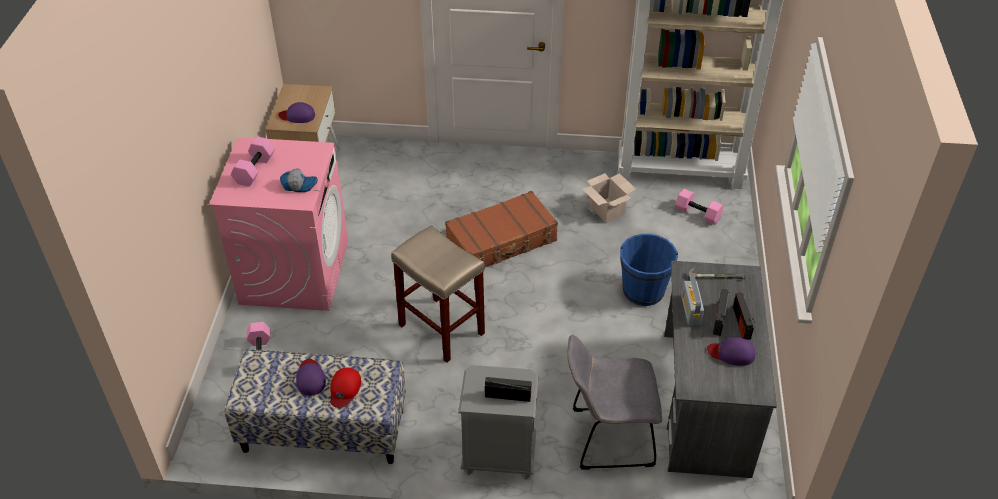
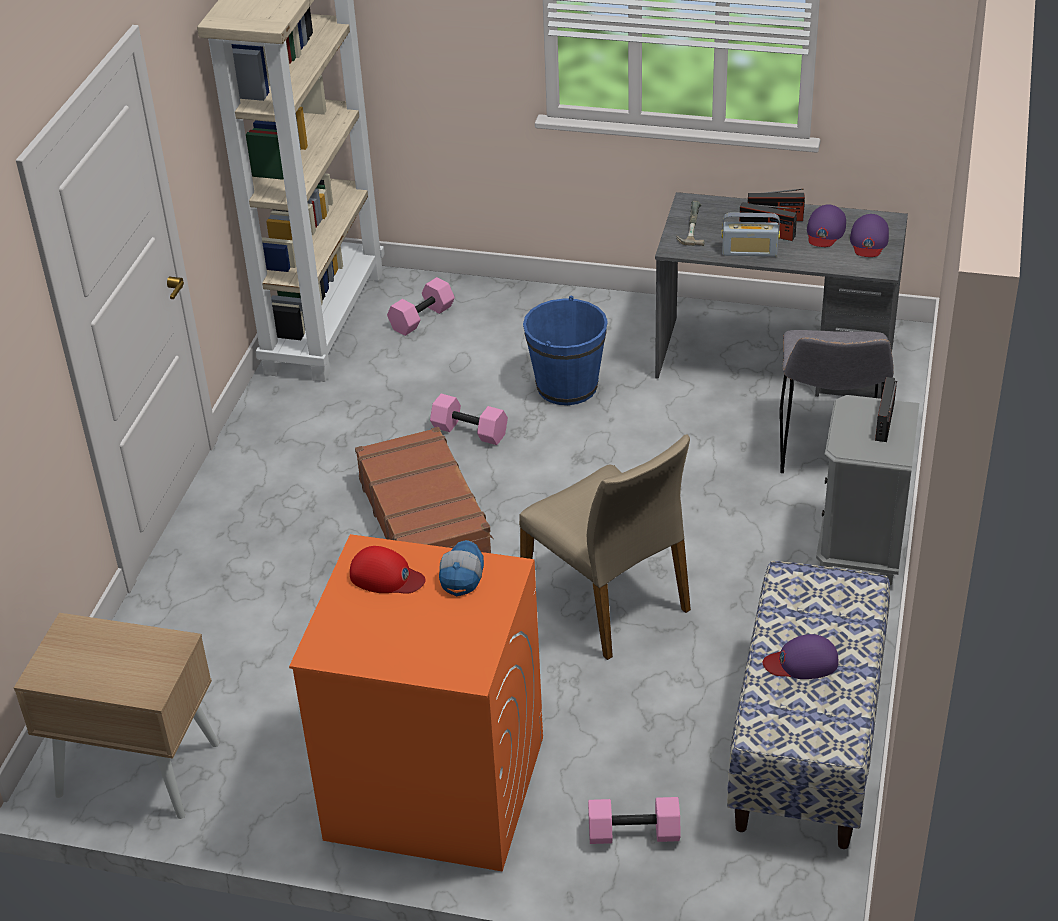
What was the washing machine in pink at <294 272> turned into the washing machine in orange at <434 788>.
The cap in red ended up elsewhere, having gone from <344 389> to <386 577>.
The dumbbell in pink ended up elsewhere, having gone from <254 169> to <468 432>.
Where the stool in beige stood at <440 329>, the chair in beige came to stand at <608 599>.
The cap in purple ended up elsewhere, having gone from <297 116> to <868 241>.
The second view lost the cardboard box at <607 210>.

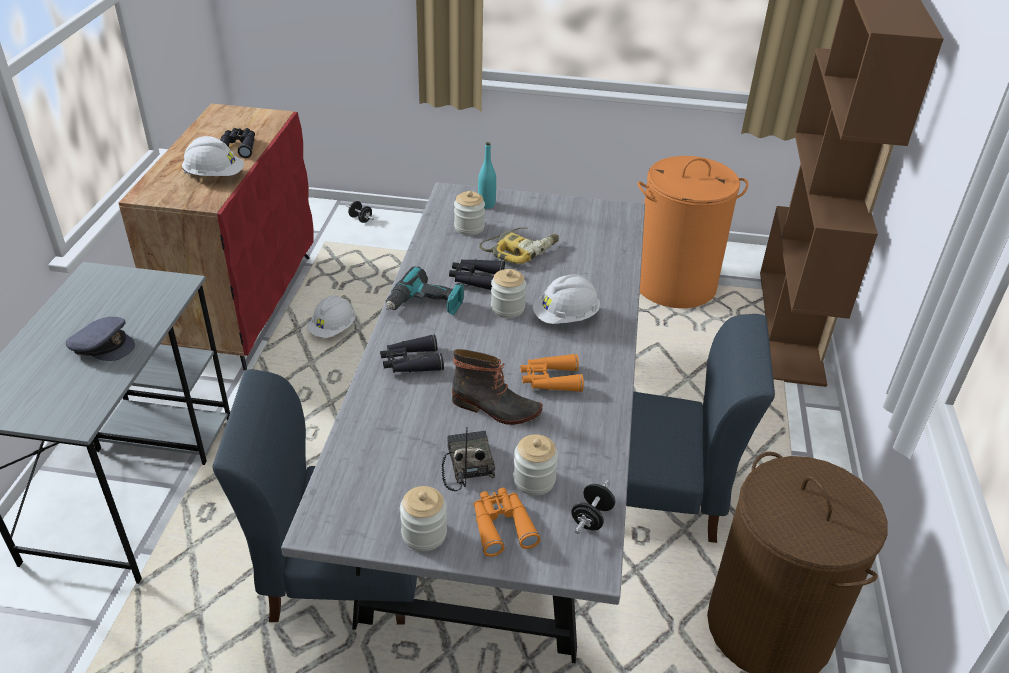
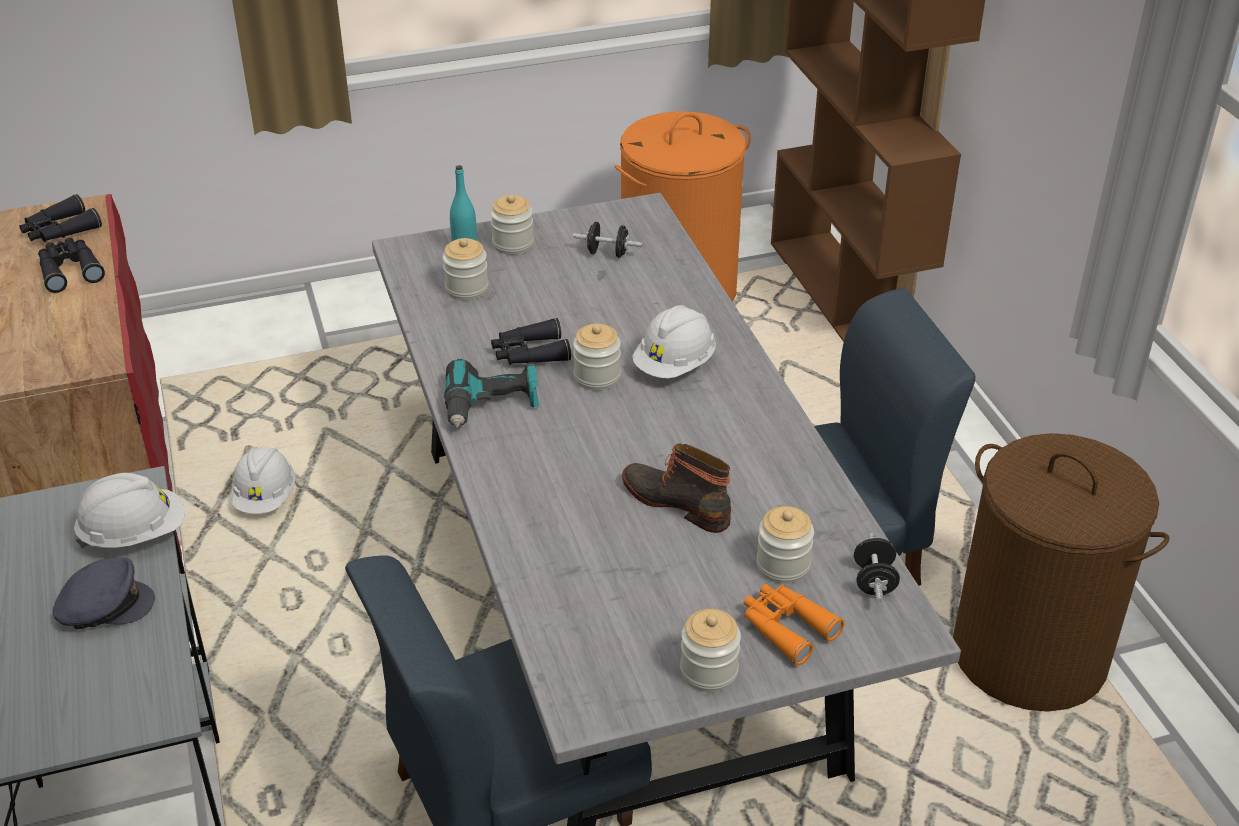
The binoculars in black ended up elsewhere, having gone from <411 363> to <59 231>.
The hard hat in white ended up elsewhere, having gone from <215 176> to <134 534>.
The second view gained the jar at <513 244>.
The dumbbell in black ended up elsewhere, having gone from <360 219> to <607 253>.
The boot at <495 409> ended up facing another way, 135 degrees counterclockwise from before.
The second view lost the radio at <466 465>.
The second view lost the power drill at <520 250>.
The second view lost the binoculars in orange at <550 380>.

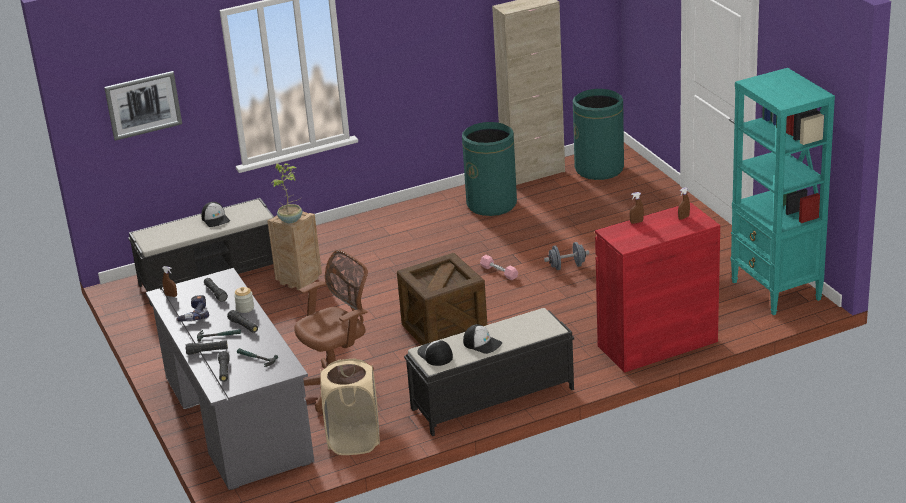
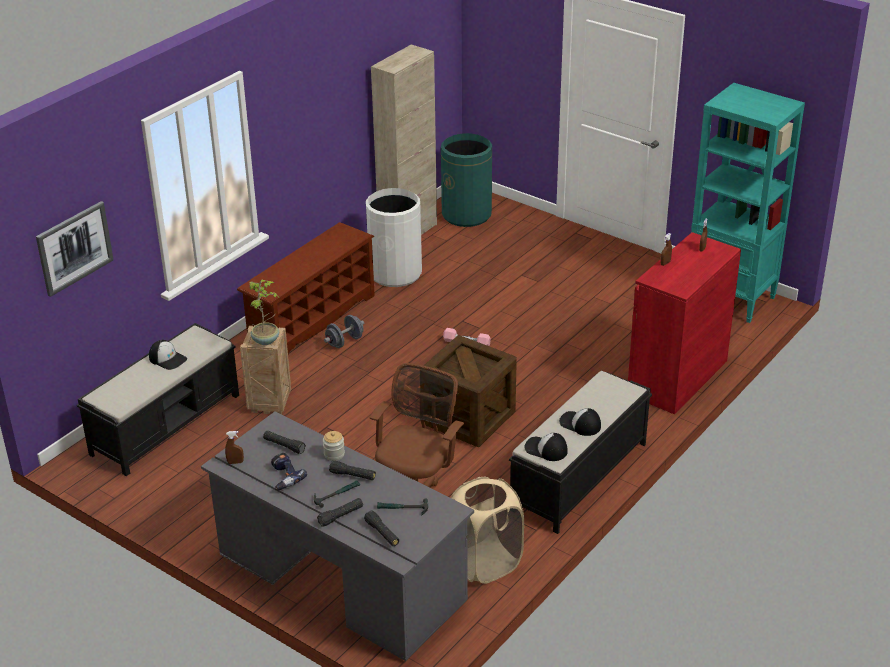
The second view gained the shoe rack in brown at <311 321>.
The dumbbell in grey ended up elsewhere, having gone from <567 266> to <345 342>.
What was the trash can in green at <492 204> turned into the trash can in white at <395 273>.
The cap at <482 343> ended up facing another way, 150 degrees counterclockwise from before.

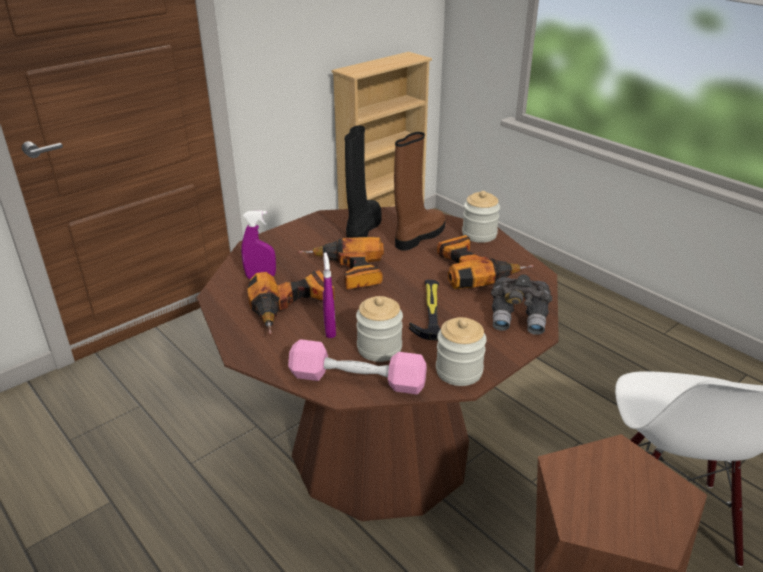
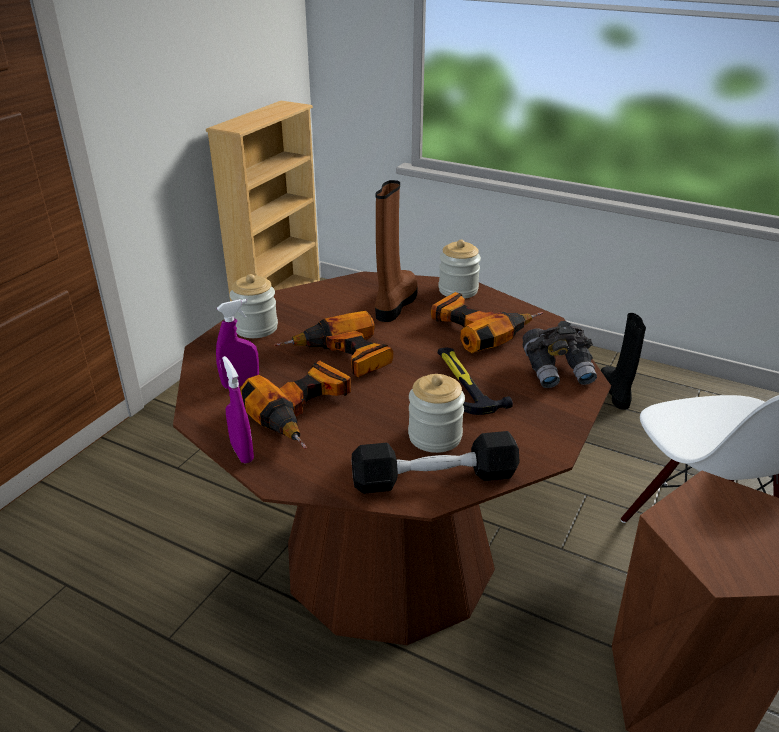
The spray bottle in purple ended up elsewhere, having gone from <330 330> to <242 452>.
The jar ended up elsewhere, having gone from <459 371> to <256 328>.
What was the dumbbell in pink at <357 380> turned into the dumbbell in black at <434 478>.
The boot in black ended up elsewhere, having gone from <363 228> to <615 393>.

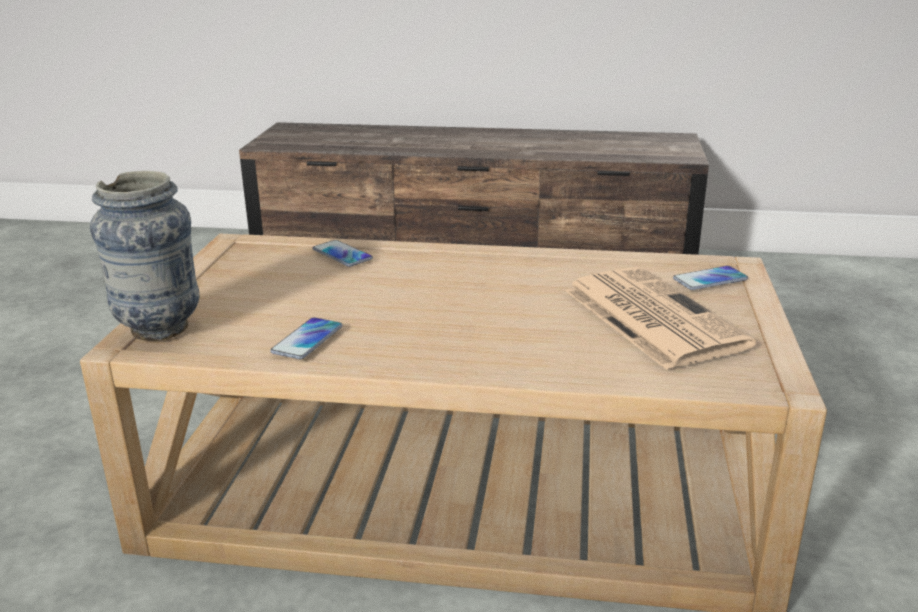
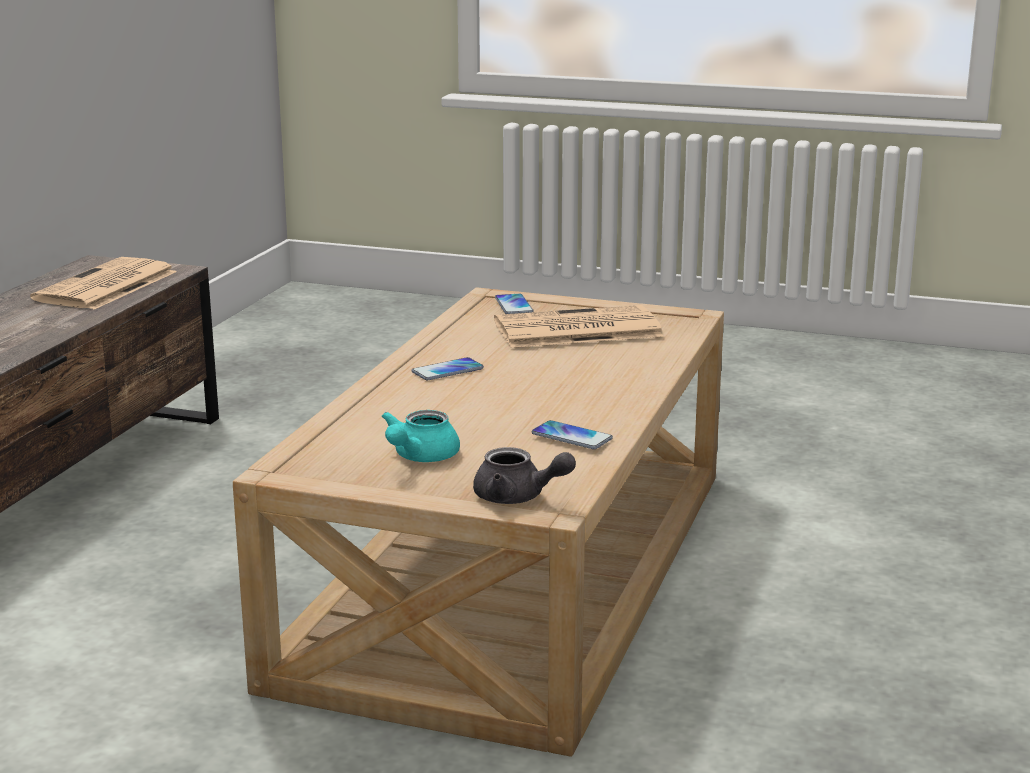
The second view gained the newspaper at <106 286>.
The second view gained the teapot in turquoise at <419 457>.
The phone ended up elsewhere, having gone from <342 254> to <447 370>.
Where the vase stood at <159 328>, the teapot in grey came to stand at <518 497>.

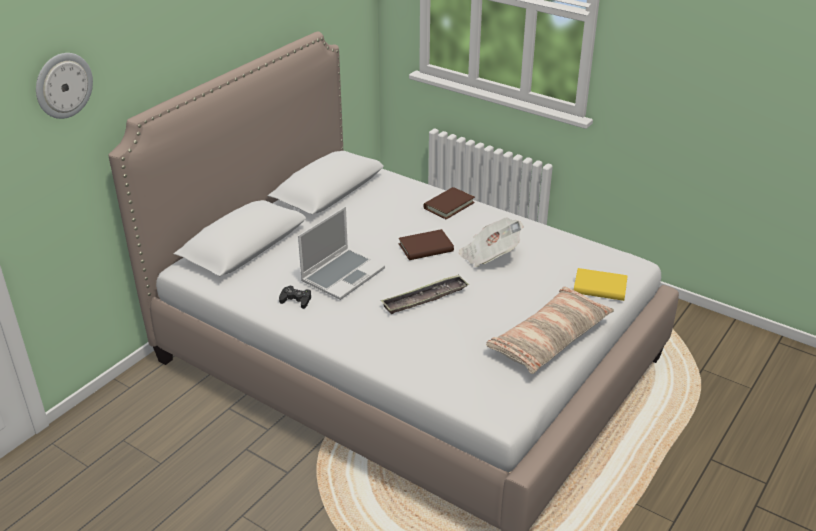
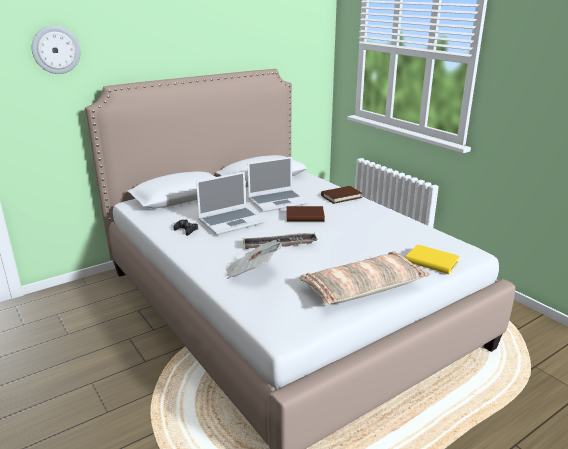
The newspaper ended up elsewhere, having gone from <489 255> to <251 272>.
The second view gained the laptop at <277 201>.

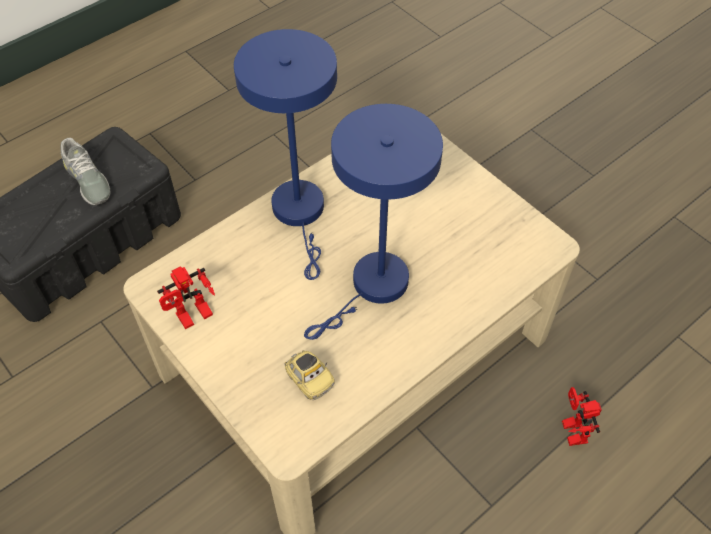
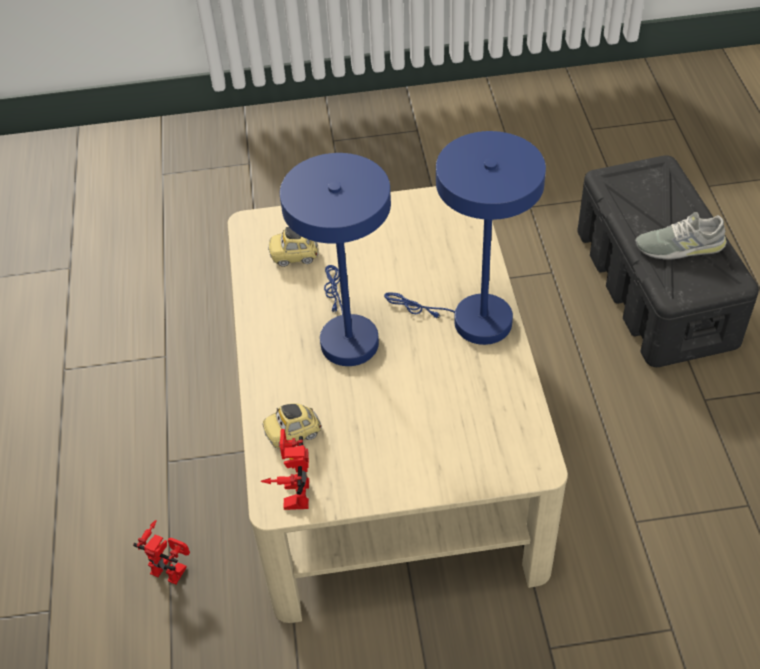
The toy robot ended up elsewhere, having gone from <194 319> to <291 491>.
The second view gained the toy car at <293 434>.

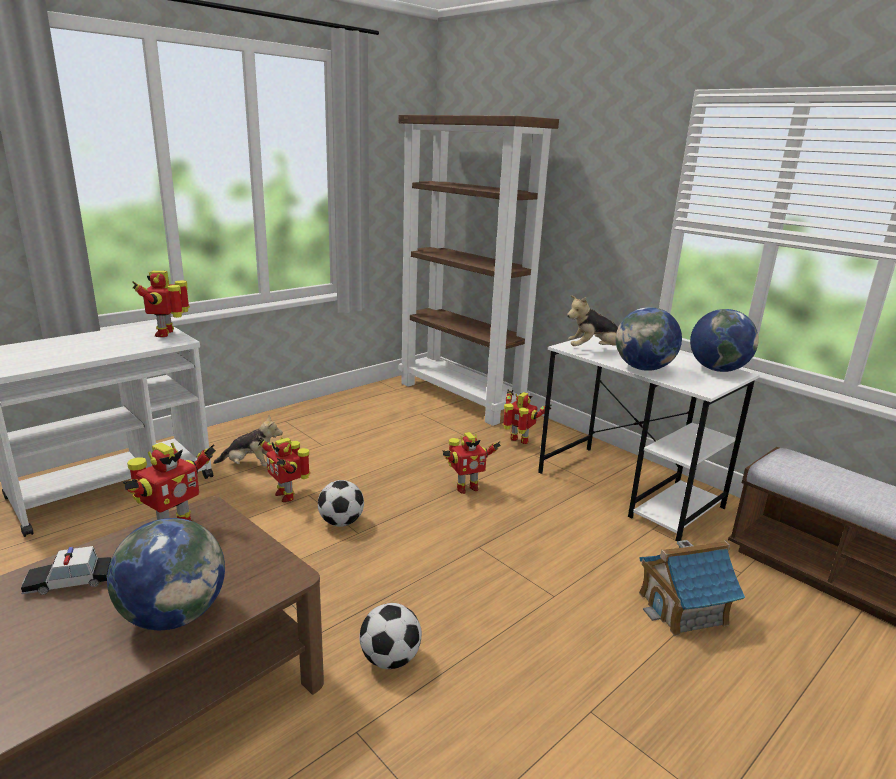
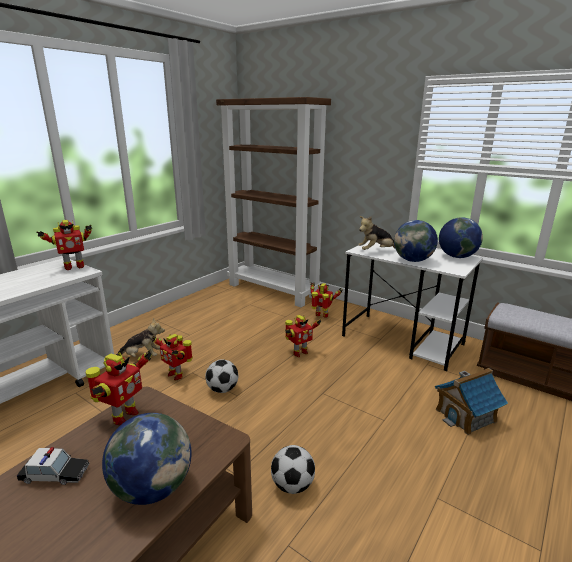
The toy car at <69 581> ended up facing another way, 150 degrees counterclockwise from before.
The toy robot at <167 333> ended up facing another way, 105 degrees counterclockwise from before.

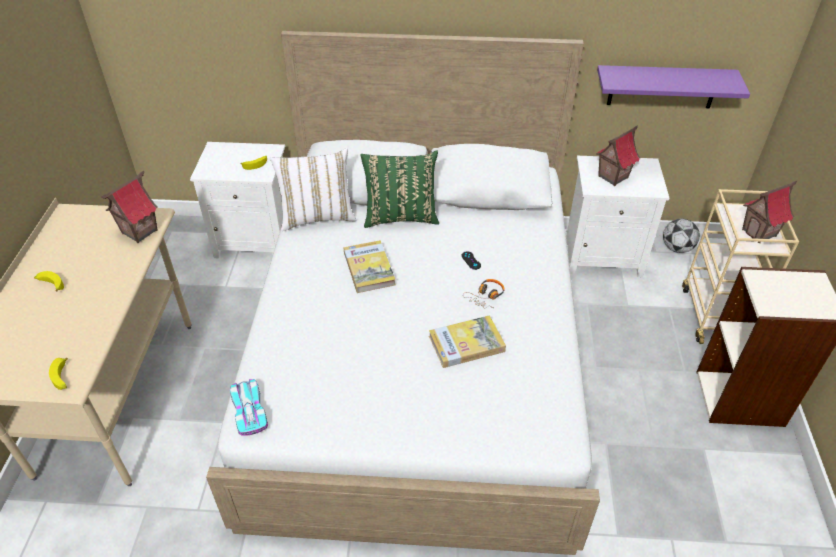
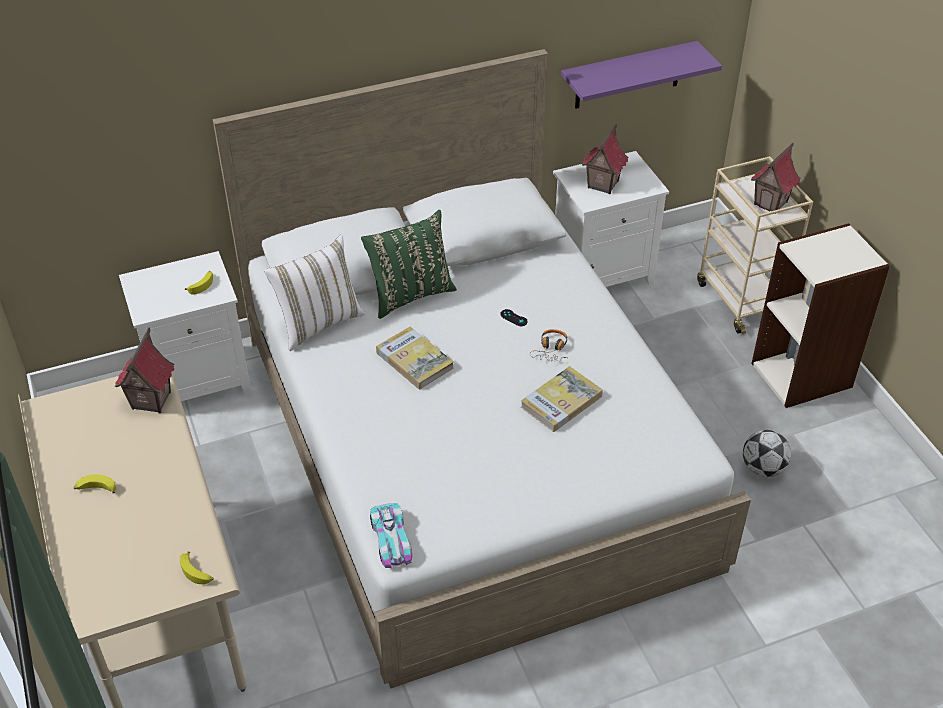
The toy car at <249 409> ended up facing another way, 150 degrees counterclockwise from before.
The football ended up elsewhere, having gone from <677 248> to <763 468>.

